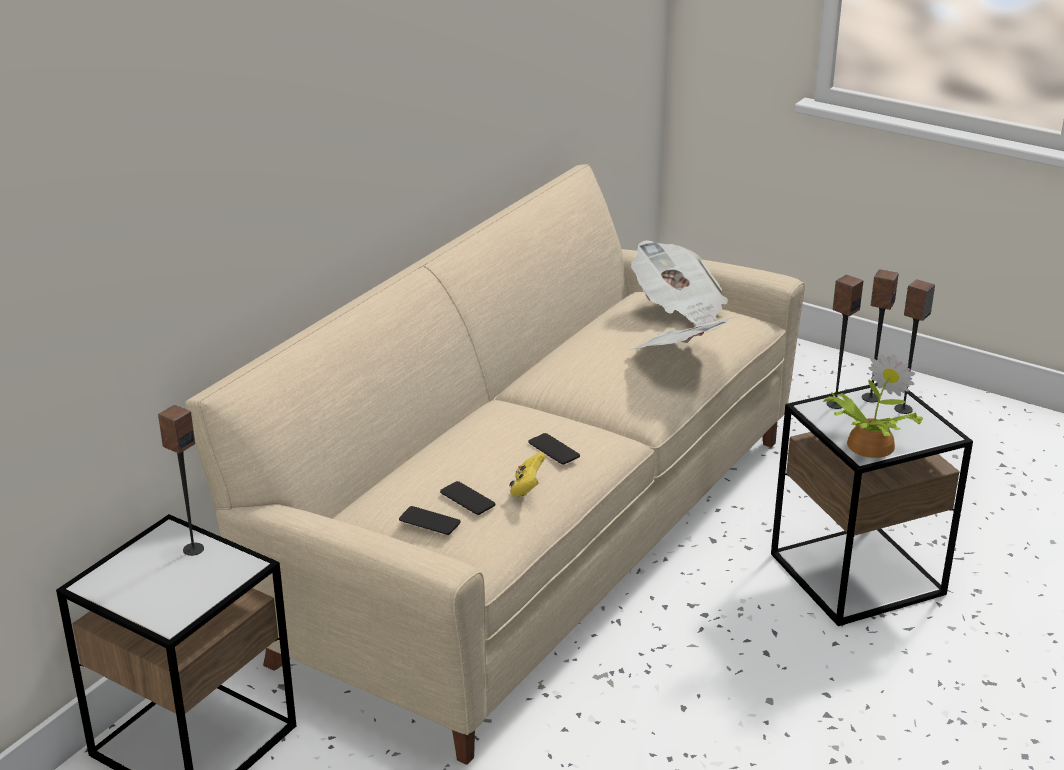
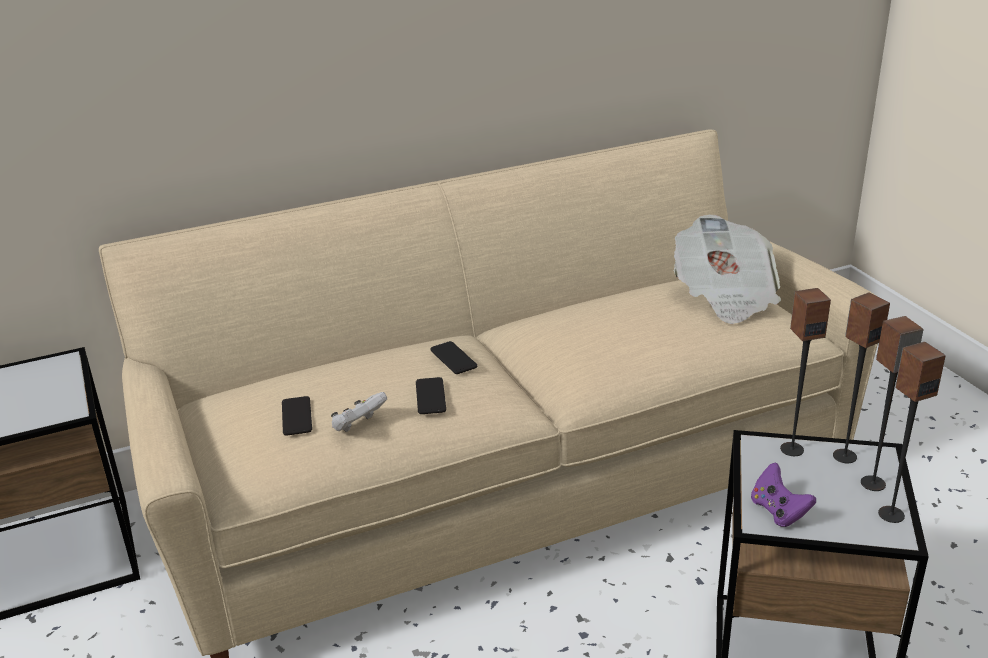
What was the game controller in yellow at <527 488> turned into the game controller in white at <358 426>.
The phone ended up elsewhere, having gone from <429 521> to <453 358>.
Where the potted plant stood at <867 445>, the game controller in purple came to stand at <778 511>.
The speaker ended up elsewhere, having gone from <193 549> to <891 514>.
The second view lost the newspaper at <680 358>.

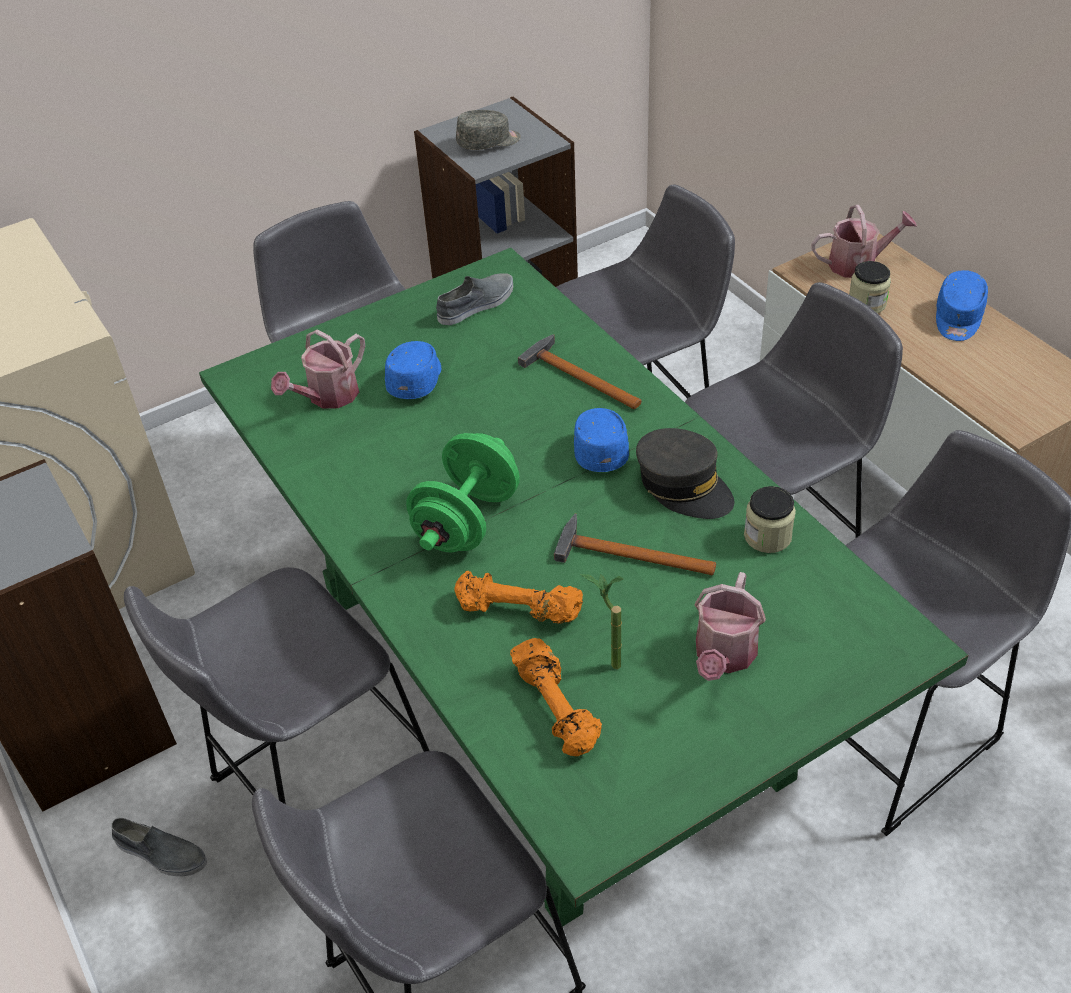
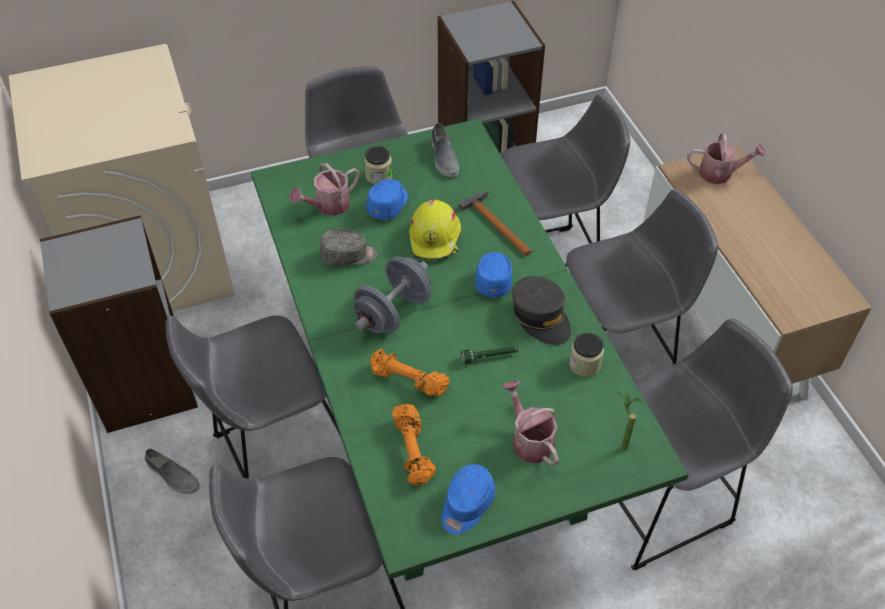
The cap in grey ended up elsewhere, having gone from <489 142> to <348 256>.
What was the dumbbell in green at <467 521> turned into the dumbbell in grey at <393 312>.
The jar ended up elsewhere, having gone from <867 304> to <378 176>.
The second view gained the hard hat in yellow at <436 238>.
The shoe in grey at <477 304> ended up facing another way, 105 degrees clockwise from before.
The cap in blue ended up elsewhere, having gone from <958 318> to <466 505>.
Where the hammer stood at <628 554>, the flashlight in green came to stand at <489 357>.
The watering can at <723 656> ended up facing another way, 120 degrees clockwise from before.
The potted plant ended up elsewhere, having gone from <606 661> to <618 444>.

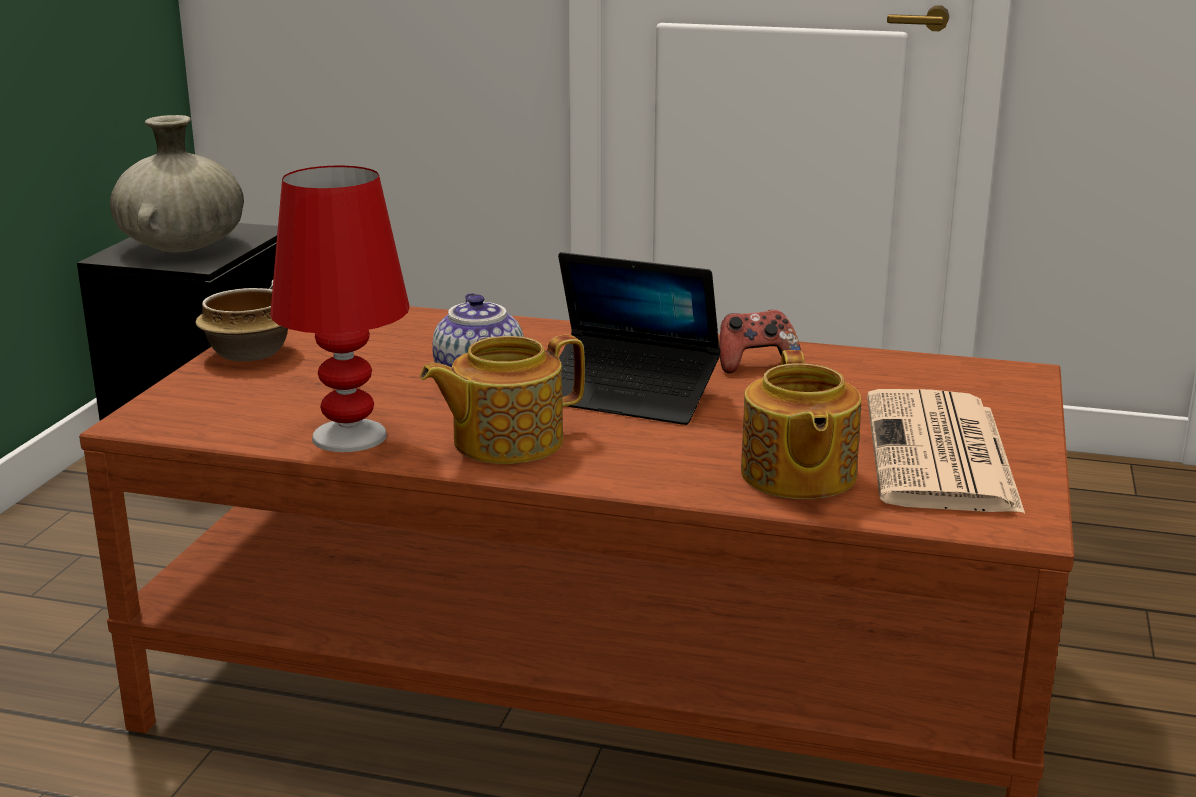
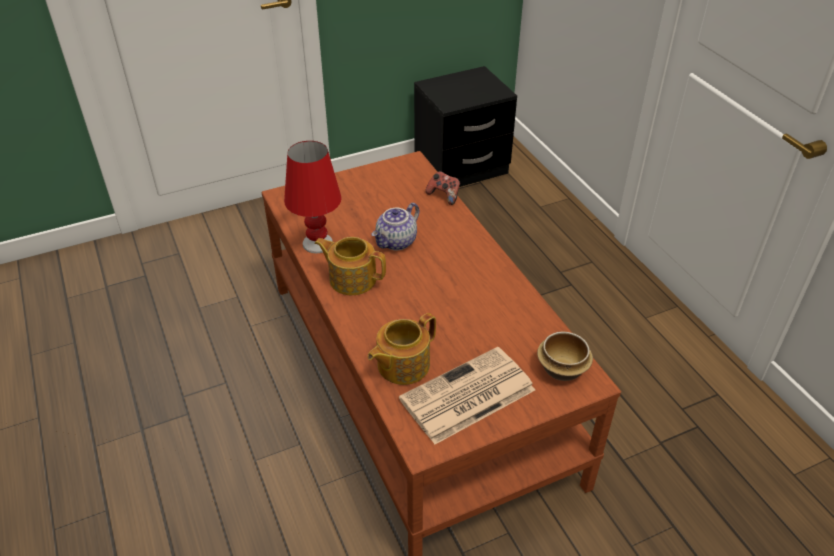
The game controller ended up elsewhere, having gone from <755 364> to <444 195>.
The bowl ended up elsewhere, having gone from <247 354> to <561 369>.
The second view lost the vase in beige at <182 247>.
The second view lost the laptop at <629 395>.

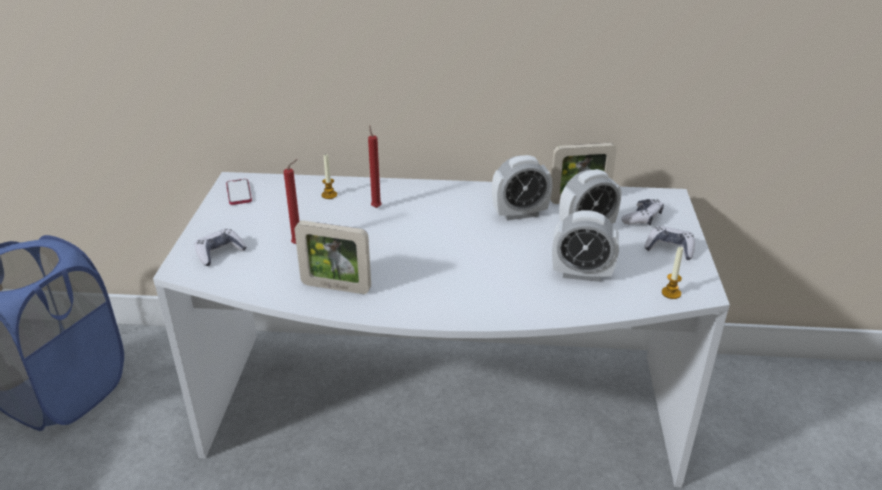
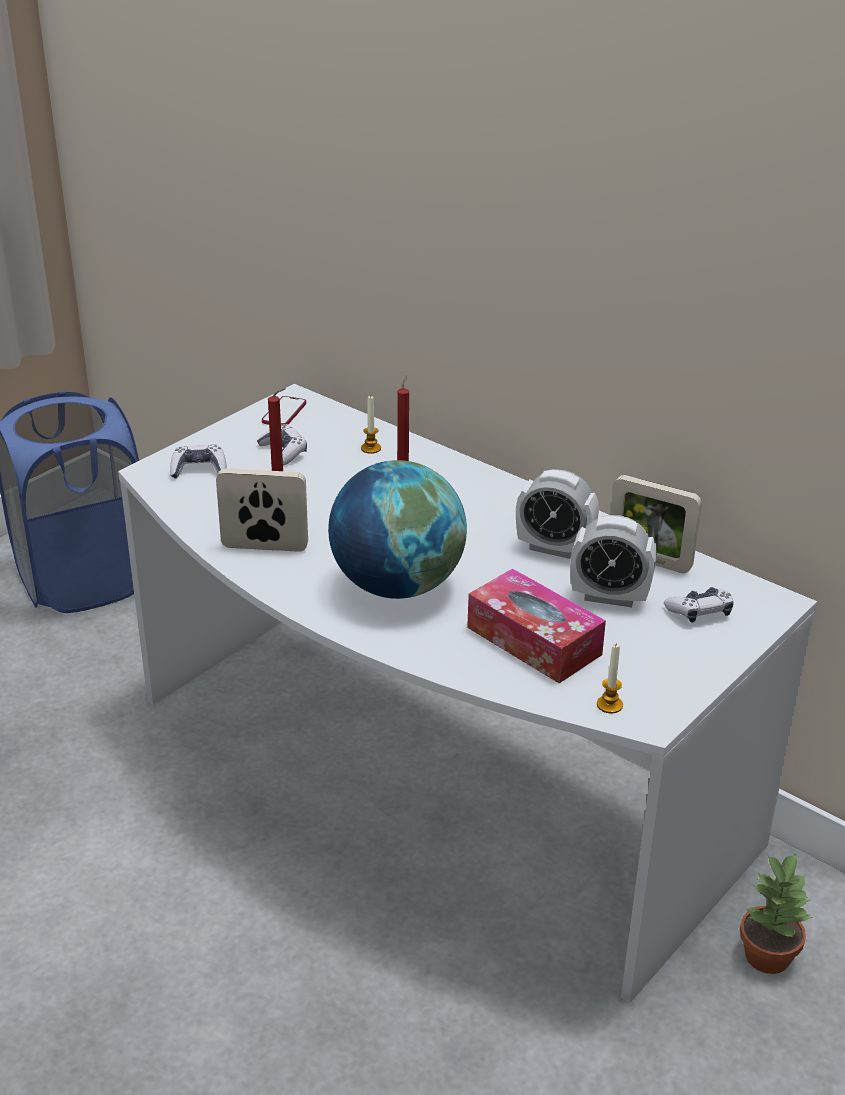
The picture frame at <336 287> ended up facing another way, 135 degrees clockwise from before.
The game controller ended up elsewhere, having gone from <669 249> to <283 452>.
The second view gained the globe at <397 585>.
Where the alarm clock stood at <581 274>, the tissue box came to stand at <534 641>.
The second view gained the potted plant at <767 955>.

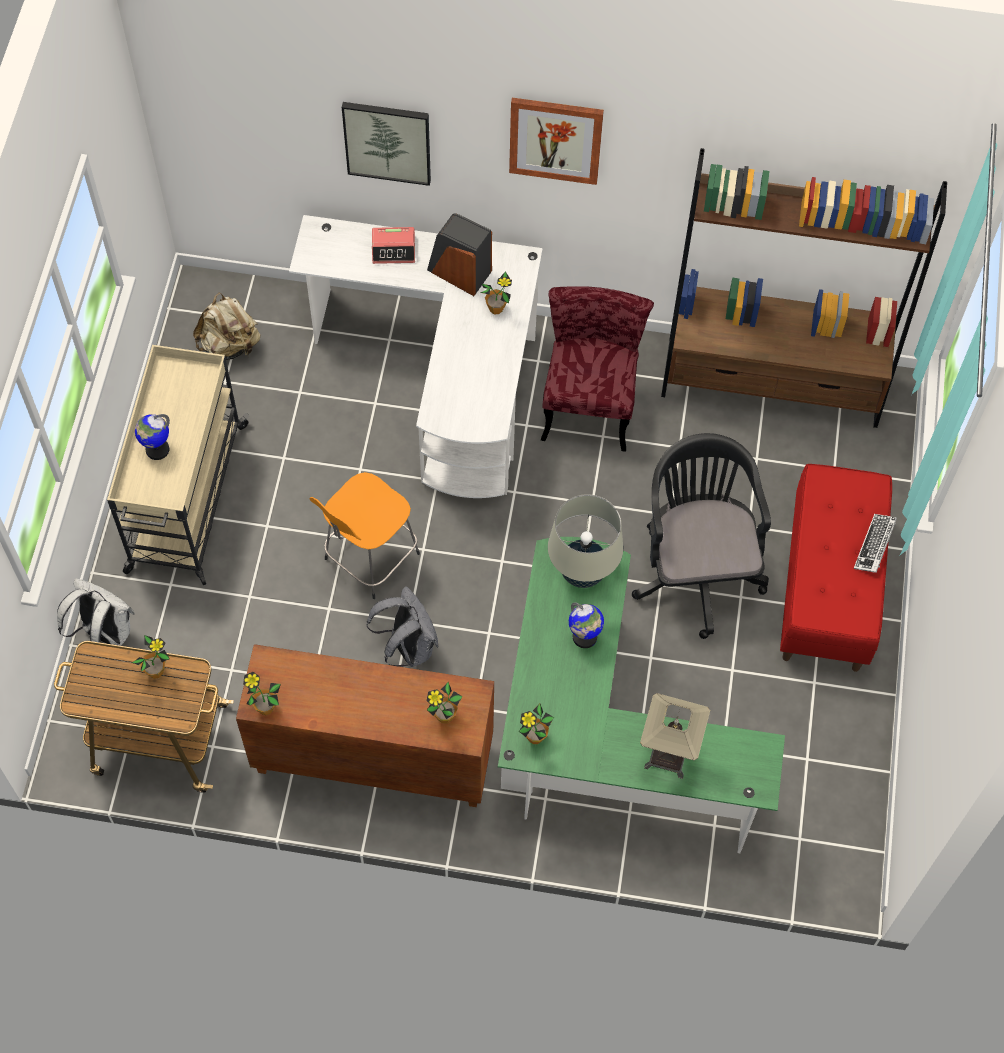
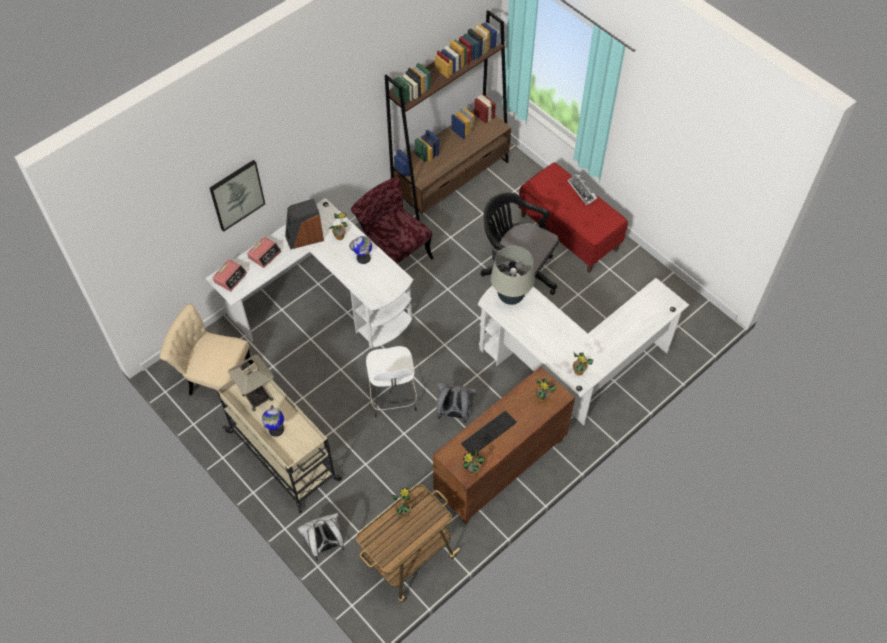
Where the backpack in beige stood at <230 345>, the chair in beige came to stand at <215 378>.
The second view gained the alarm clock at <230 277>.
The table lamp ended up elsewhere, having gone from <668 755> to <257 397>.
The globe ended up elsewhere, having gone from <584 637> to <363 258>.
What was the stool in orange at <369 558> turned into the stool in white at <392 398>.
The second view gained the keyboard at <489 434>.
What was the desk in green at <601 742> turned into the desk in white at <570 368>.
The second view lost the picture at <555 139>.

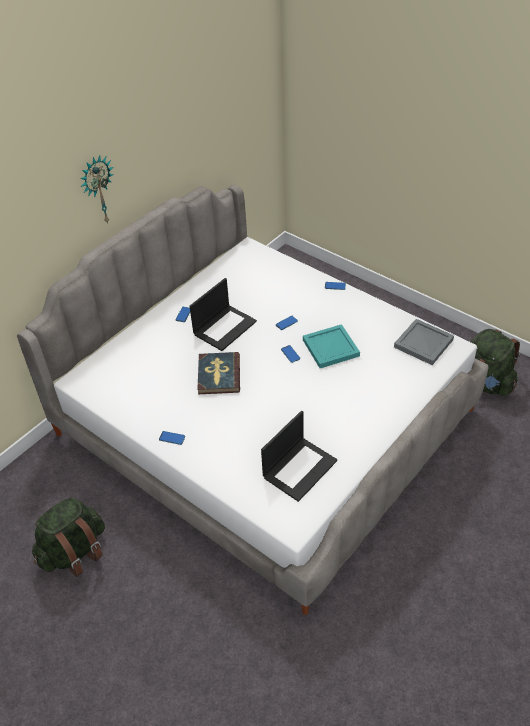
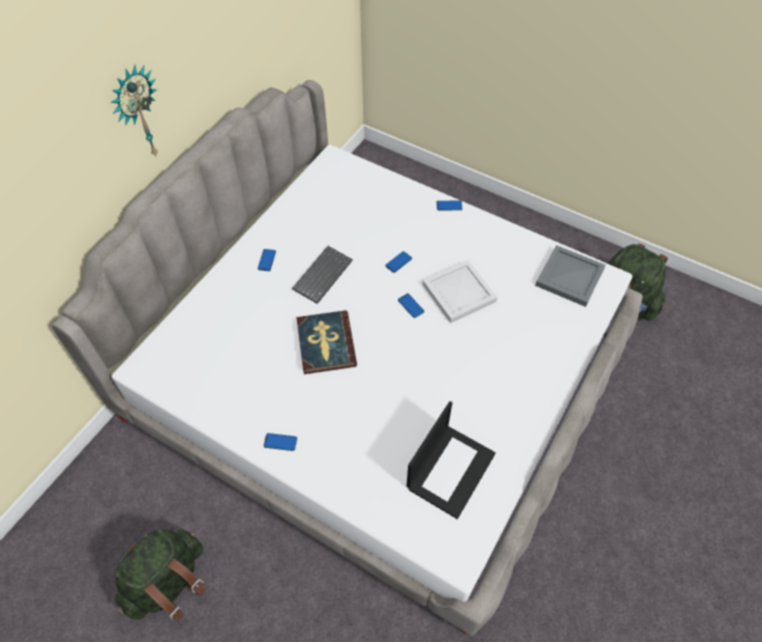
Where the laptop stood at <225 327>, the keyboard came to stand at <322 274>.
What was the tray in turquoise at <329 347> turned into the tray in white at <457 292>.

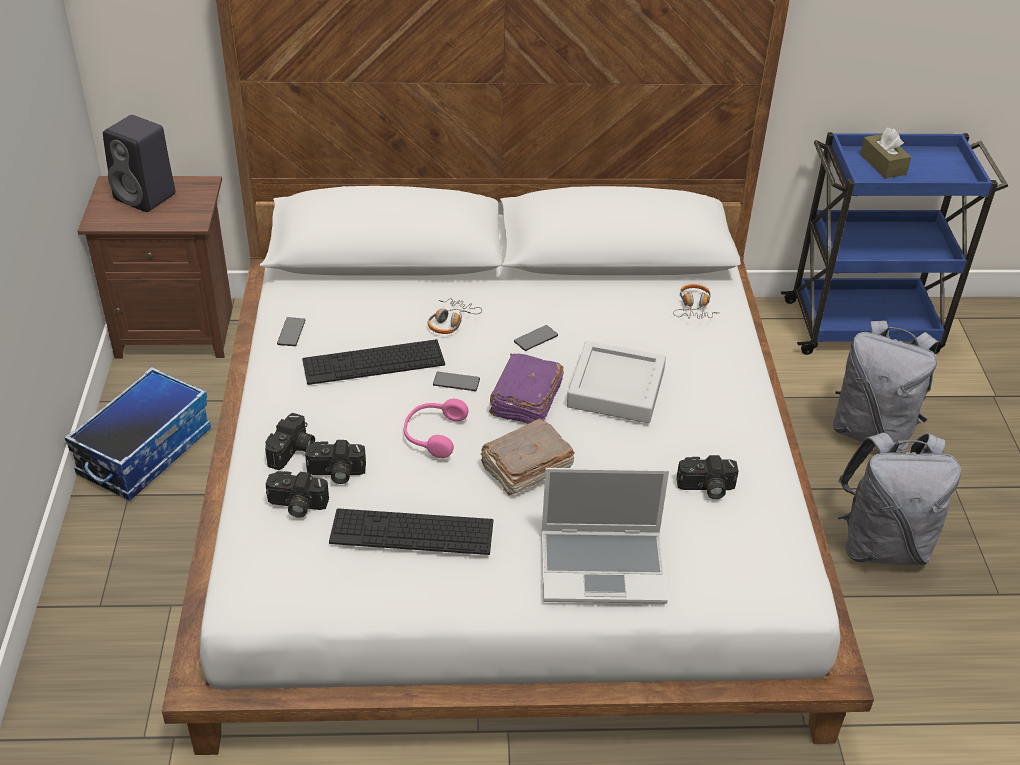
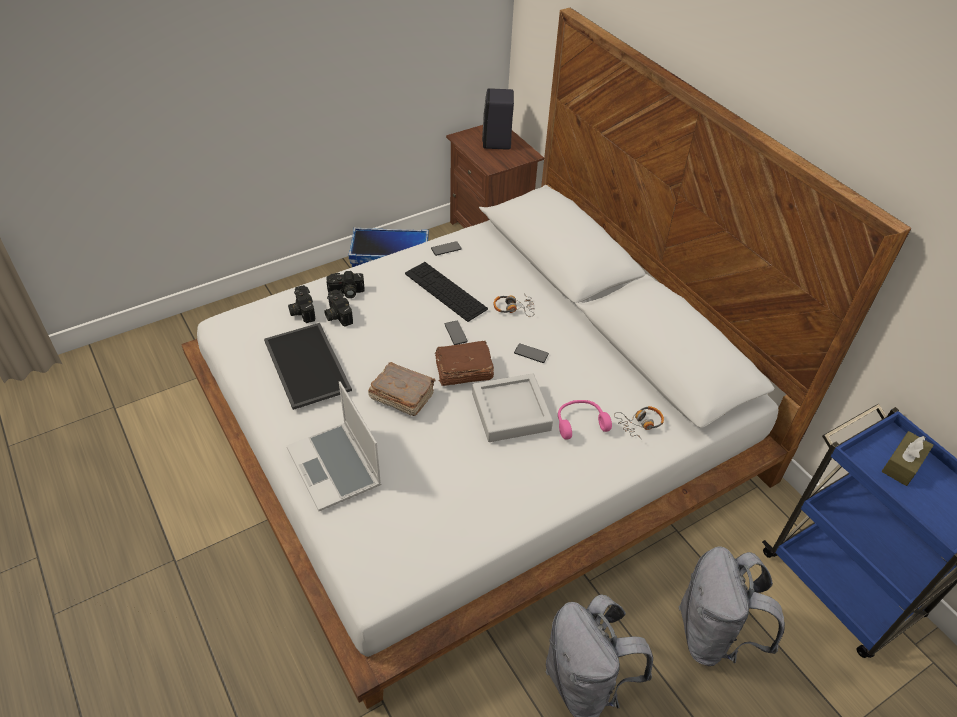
Where the keyboard stood at <412 532>, the tray came to stand at <309 365>.
What was the book in purple at <525 401> turned into the book in brown at <463 371>.
The headphones in pink ended up elsewhere, having gone from <433 434> to <580 423>.
The second view lost the photo camera at <706 488>.

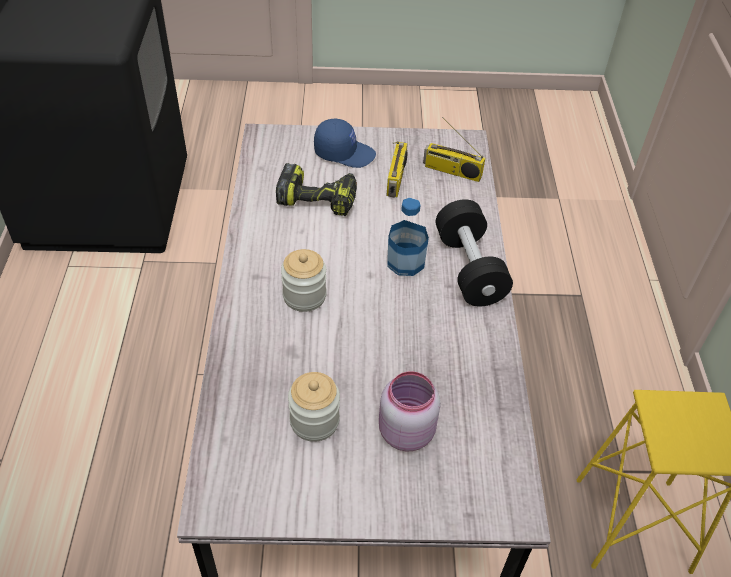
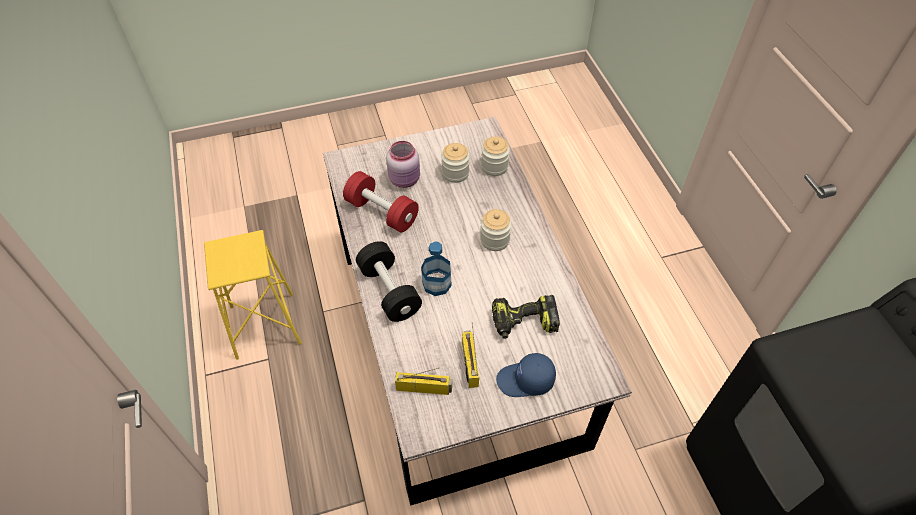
The second view gained the dumbbell in red at <382 212>.
The second view gained the jar at <494 166>.

